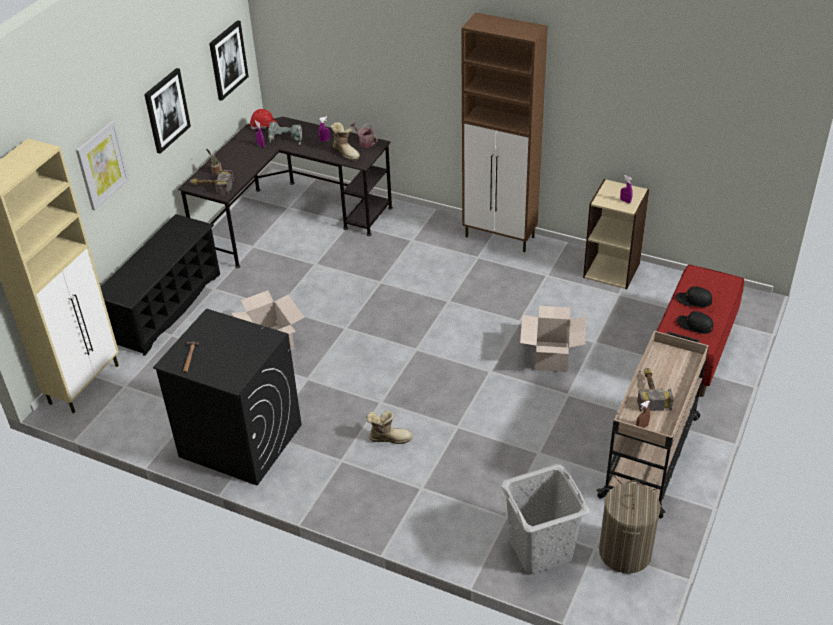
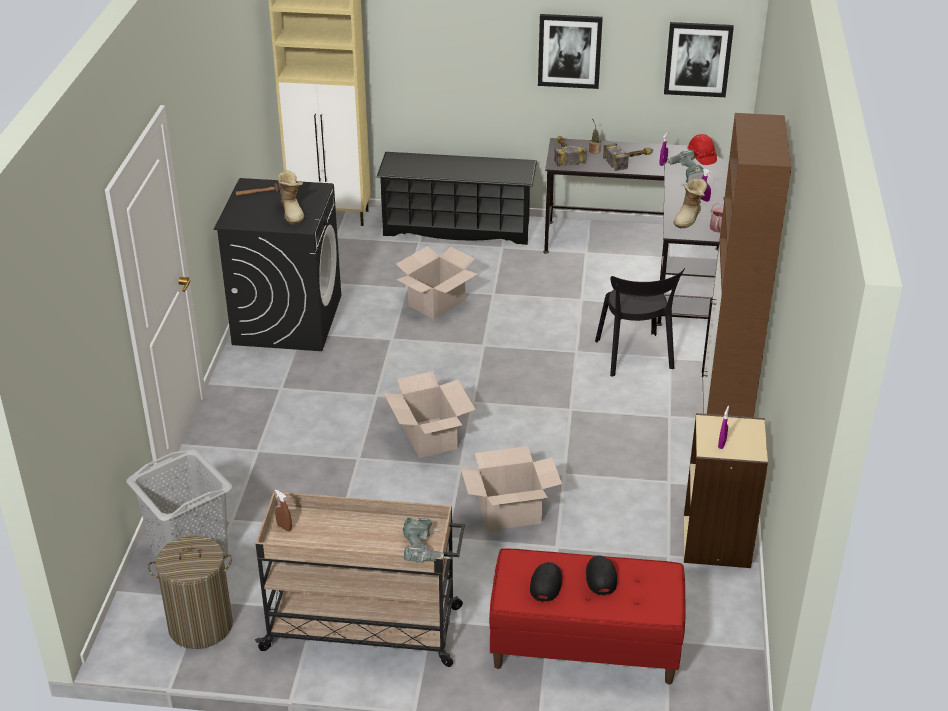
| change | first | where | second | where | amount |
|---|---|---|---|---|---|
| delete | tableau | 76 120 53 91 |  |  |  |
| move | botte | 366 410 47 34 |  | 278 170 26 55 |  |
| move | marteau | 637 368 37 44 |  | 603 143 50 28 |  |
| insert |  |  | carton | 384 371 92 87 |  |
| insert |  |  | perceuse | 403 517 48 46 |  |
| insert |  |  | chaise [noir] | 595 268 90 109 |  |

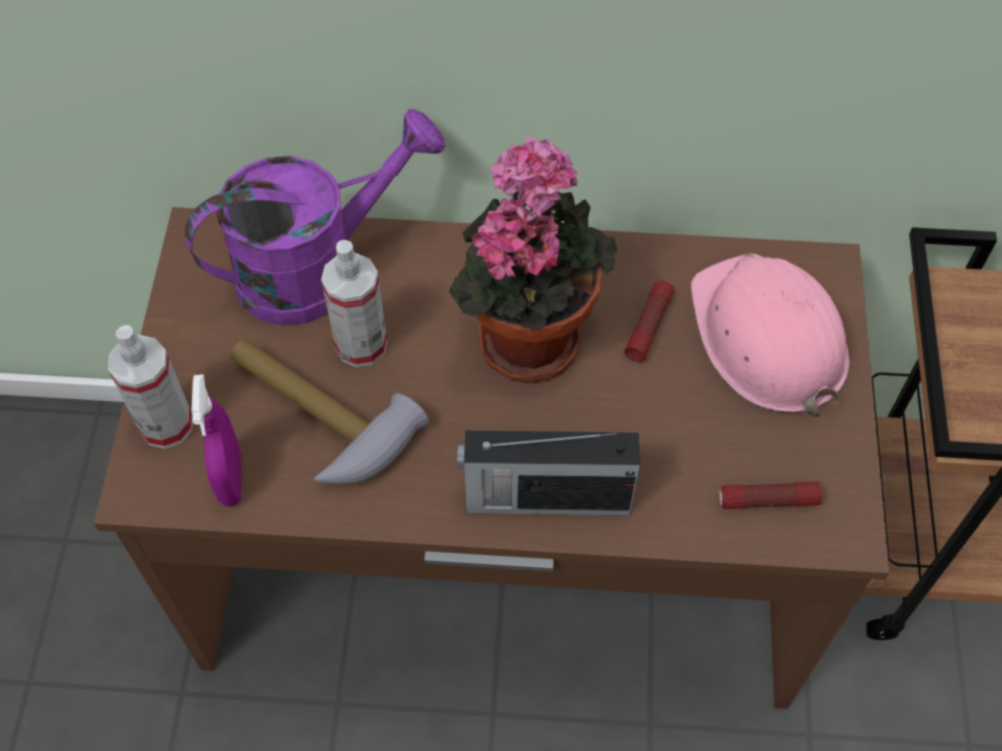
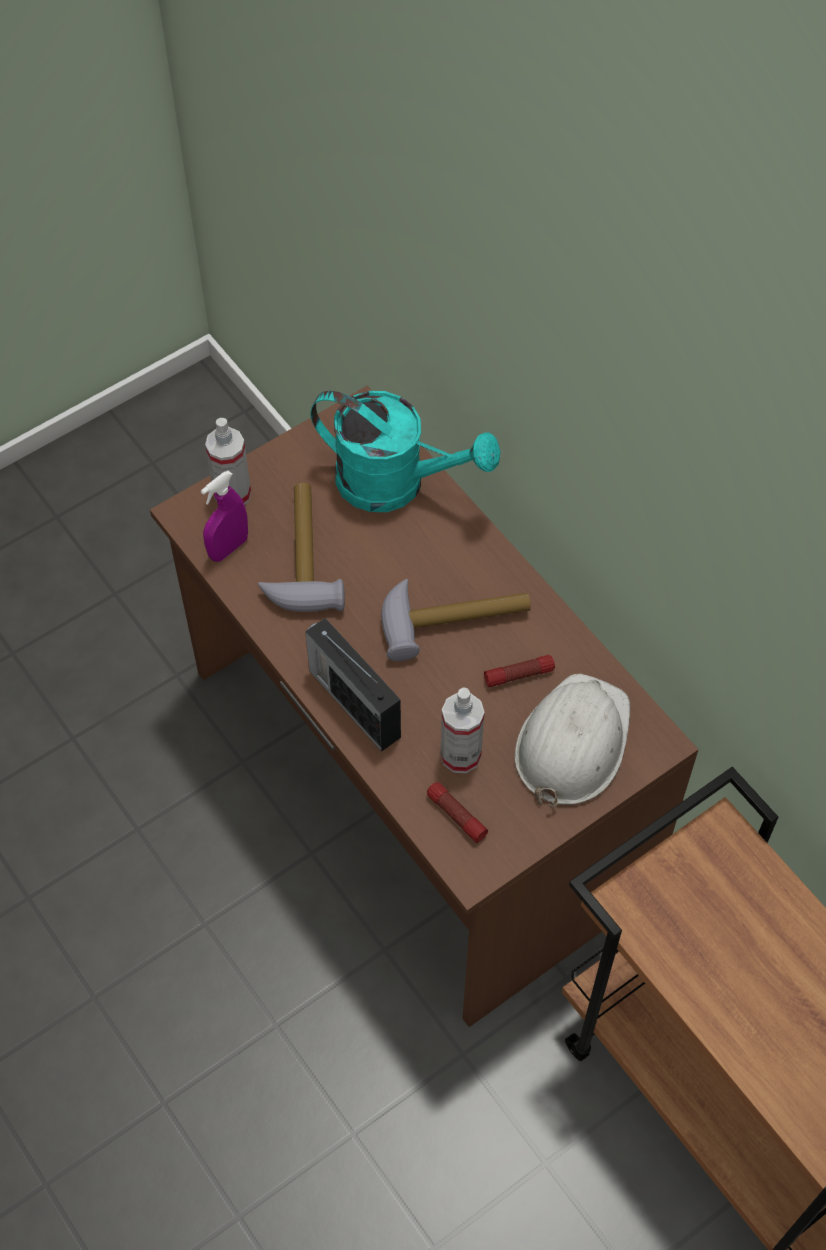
| change | first | where | second | where | amount |
|---|---|---|---|---|---|
| recolor | arrosoir [violet] | 185 109 260 217 | arrosoir [turquoise] | 311 391 189 121 |  |
| move | vaporisateur | 321 240 66 127 |  | 440 687 45 86 |  |
| replace | plante en pot | 449 136 168 247 | marteau | 381 579 150 82 |  |
| recolor | casque de chantier [rose] | 691 254 159 162 | casque de chantier [blanc] | 515 674 115 133 |  |

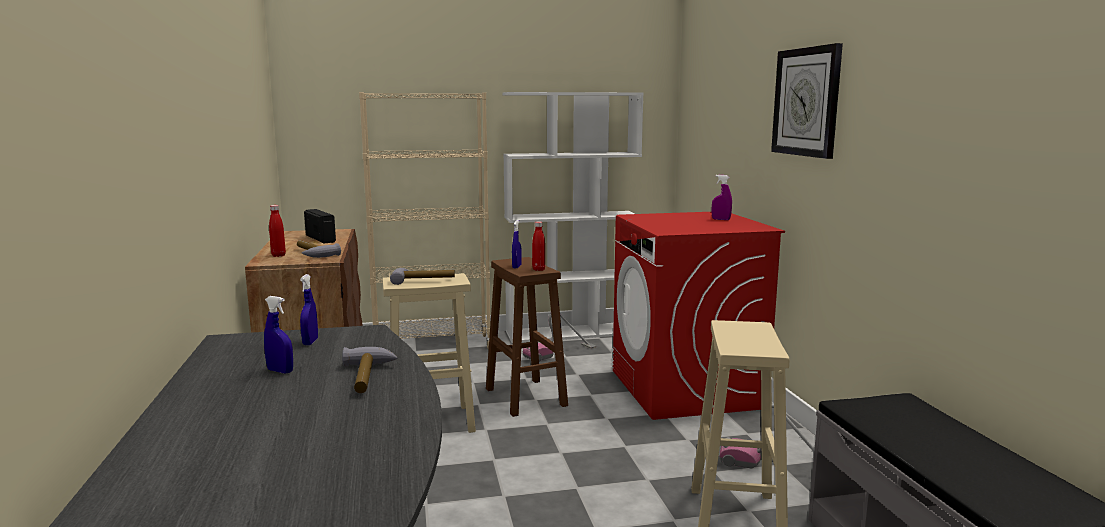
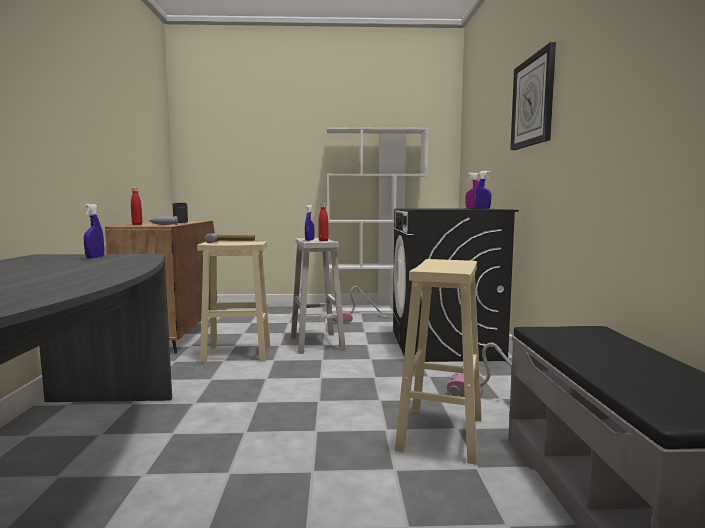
| change | first | where | second | where | amount |
|---|---|---|---|---|---|
| move | vaporisateur [bleu] | 264 296 29 78 |  | 475 171 16 38 |  |
| delete | marteau | 342 347 55 46 |  |  |  |
| delete | bibliothèque [beige] | 359 92 131 257 |  |  |  |
| recolor | tabouret [marron] | 486 257 82 160 | tabouret [blanc] | 291 238 55 116 |  |
| recolor | lave-linge [rouge] | 613 212 172 208 | lave-linge [noir] | 393 208 126 154 |  |

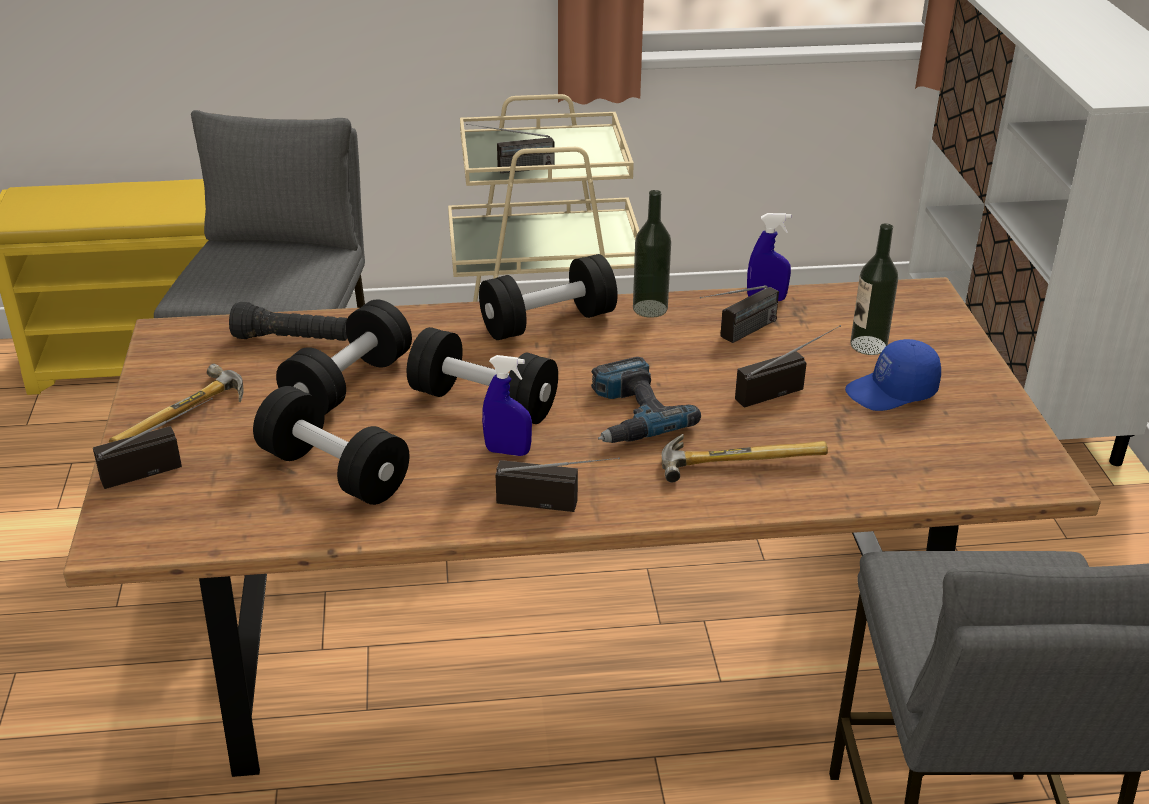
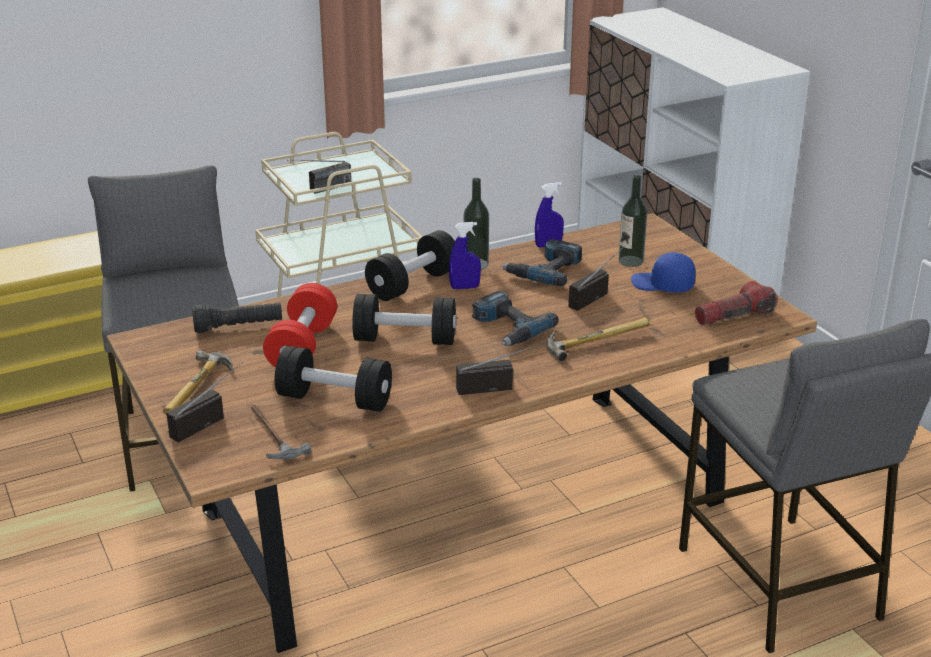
| change | first | where | second | where | amount |
|---|---|---|---|---|---|
| recolor | haltère [noir] | 276 300 136 115 | haltère [rouge] | 263 283 74 85 |  |
| move | vaporisateur [bleu] | 482 355 50 101 |  | 449 222 32 67 |  |
| replace | radio | 700 285 79 58 | perceuse | 501 239 81 47 |  |
| rotate | casquette [bleu] | 845 339 96 72 |  | 631 252 65 41 | 60 degrees clockwise |
| insert |  |  | marteau | 251 405 60 54 |  |
| insert |  |  | lampe de poche | 695 281 83 44 |  |

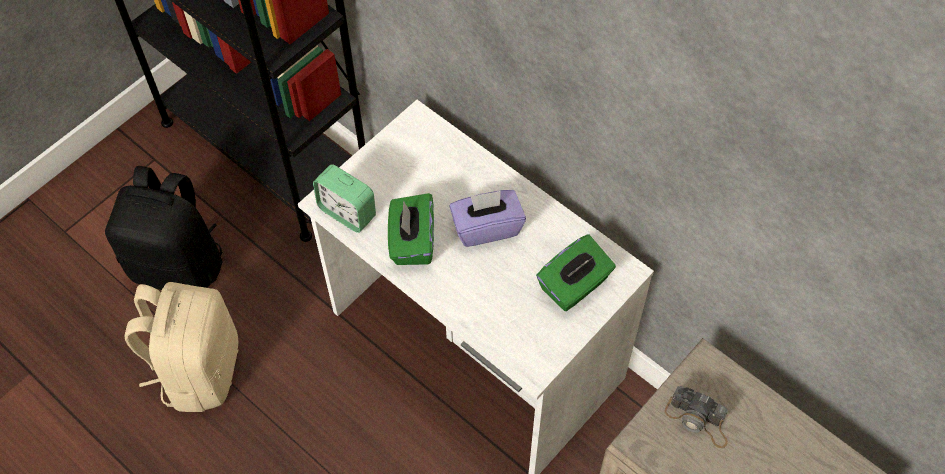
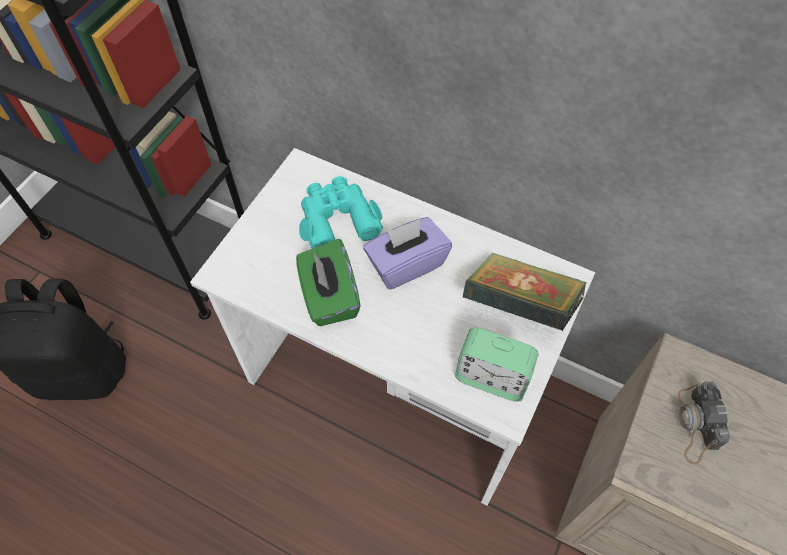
| change | first | where | second | where | amount |
|---|---|---|---|---|---|
| delete | sac à dos [beige] | 125 282 113 130 |  |  |  |
| move | réveil | 313 164 63 69 |  | 455 328 84 74 |  |
| replace | boîte à mouchoirs [vert] | 536 234 80 77 | livre | 463 252 123 79 |  |
| rotate | appareil photo | 665 386 63 62 |  | 678 381 52 84 | 75 degrees clockwise |
| insert |  |  | jumelles [turquoise] | 299 176 84 73 |  |

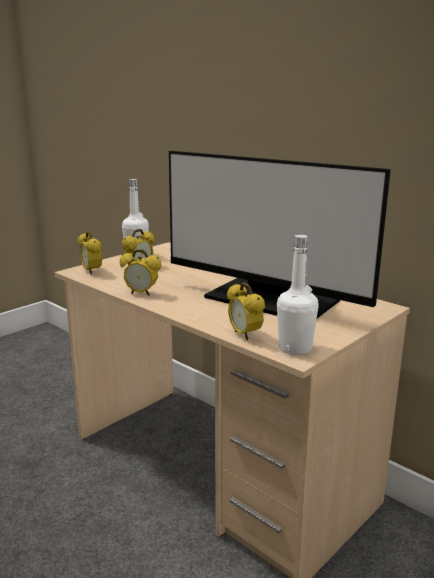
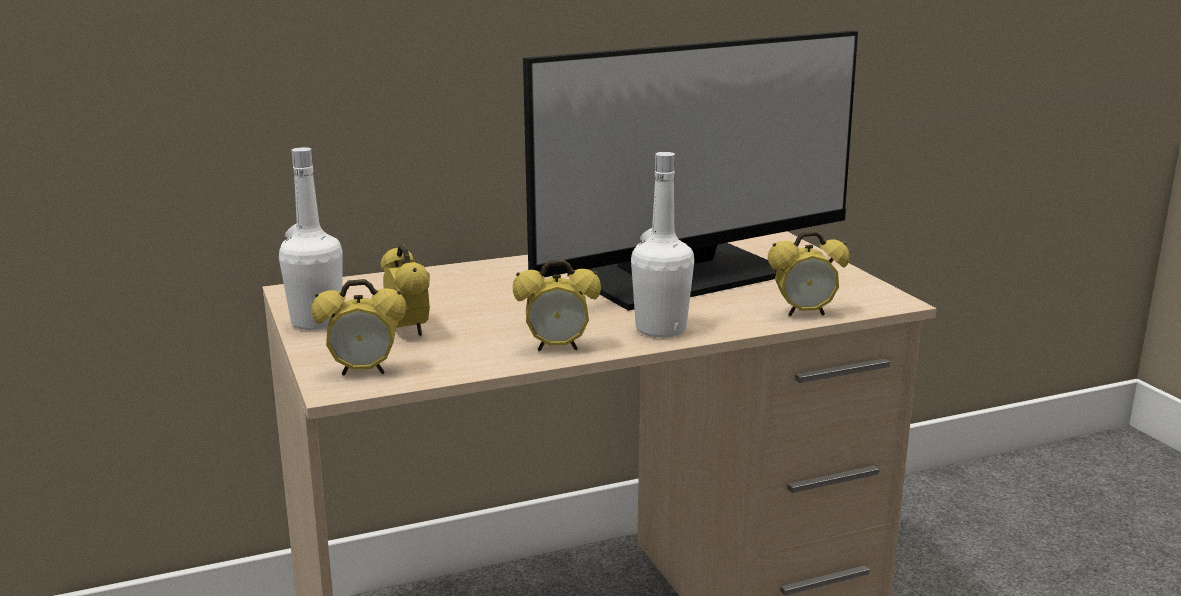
| change | first | where | second | where | amount |
|---|---|---|---|---|---|
| rotate | réveil | 119 249 42 47 |  | 513 259 88 92 | 45 degrees clockwise |
| move | bouteille [blanc] | 277 234 42 121 |  | 631 152 63 186 |  |

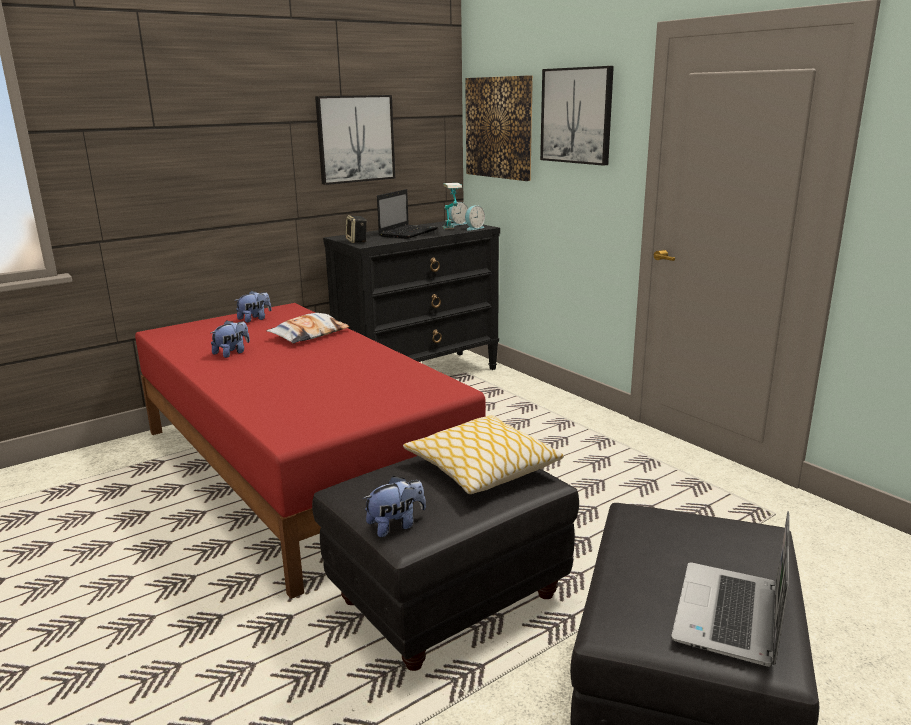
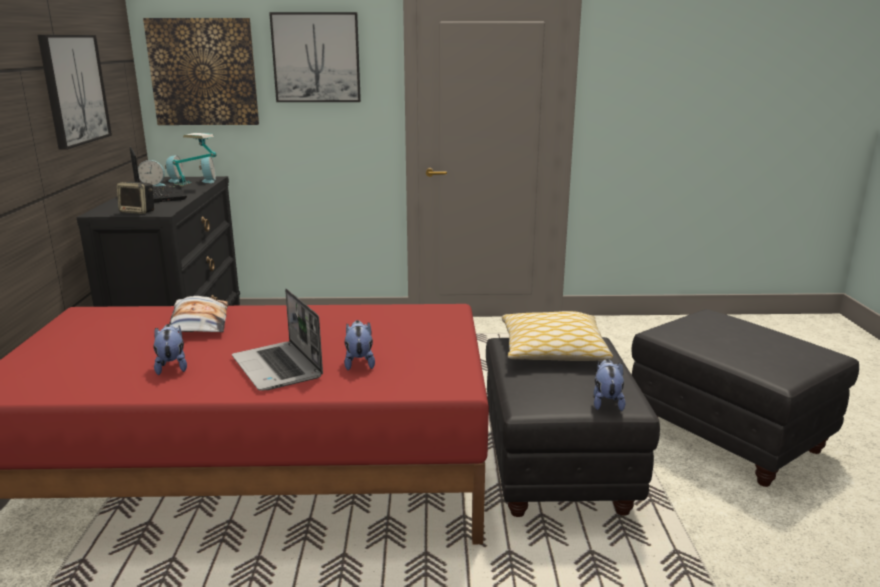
| change | first | where | second | where | amount |
|---|---|---|---|---|---|
| move | peluche | 235 291 37 32 |  | 344 320 31 50 |  |
| move | ordinateur portable | 671 511 119 156 |  | 232 288 91 102 |  |
| insert |  |  | réveil | 138 160 28 26 |  |

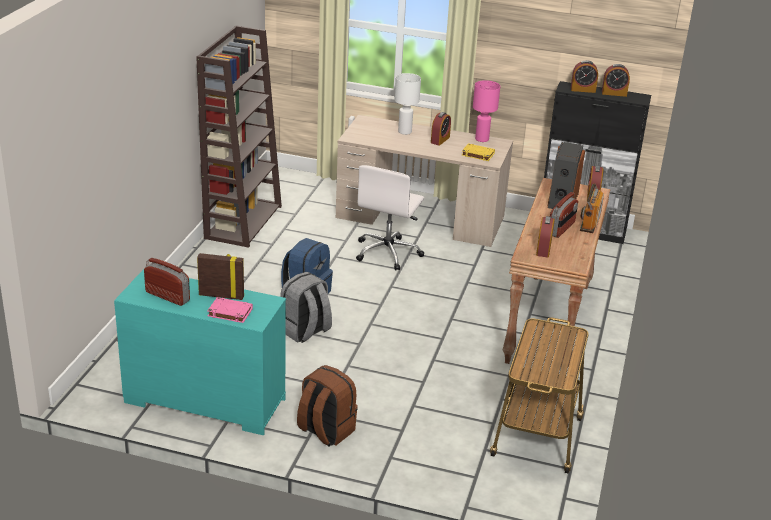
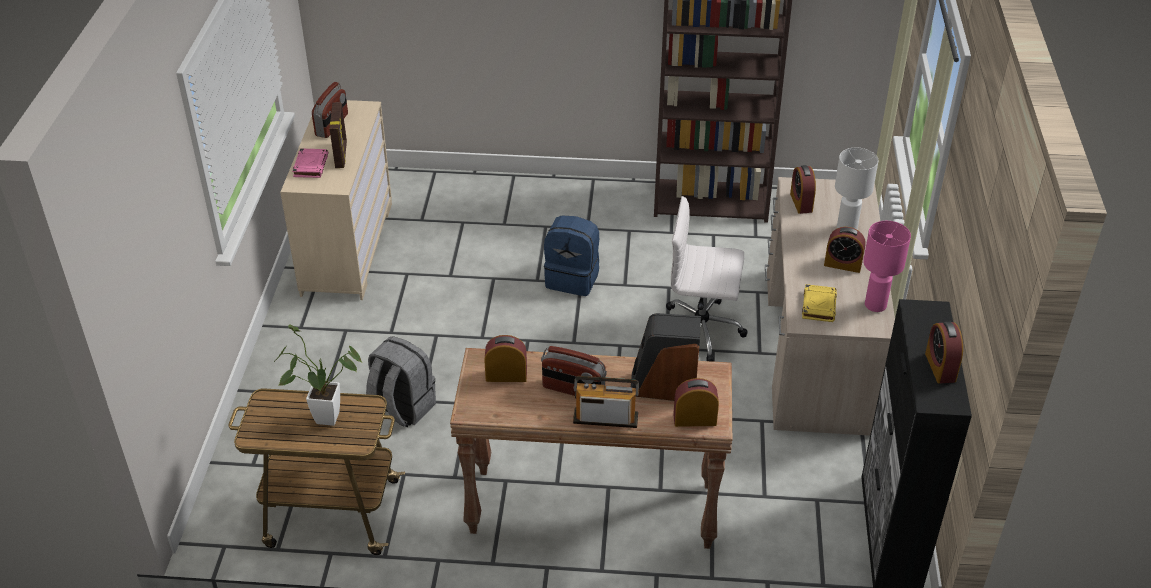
| change | first | where | second | where | amount |
|---|---|---|---|---|---|
| recolor | commode [turquoise] | 114 269 172 167 | commode [beige] | 280 100 112 200 |  |
| move | sac à dos [gris] | 280 272 52 71 |  | 366 336 70 91 |  |
| delete | sac à dos [marron] | 297 365 61 82 |  |  |  |
| move | réveil | 571 60 27 33 |  | 790 165 26 49 |  |
| insert |  |  | plante en pot | 274 324 88 102 |  |

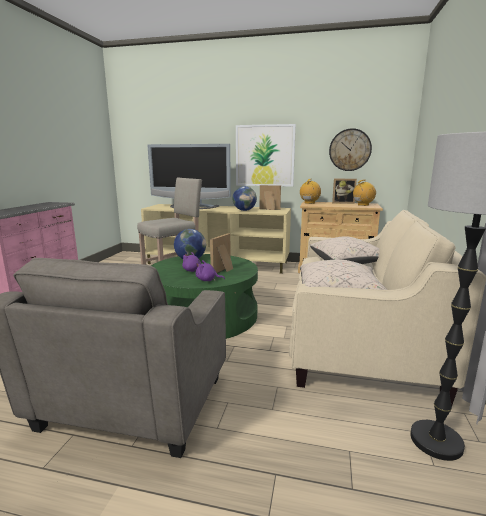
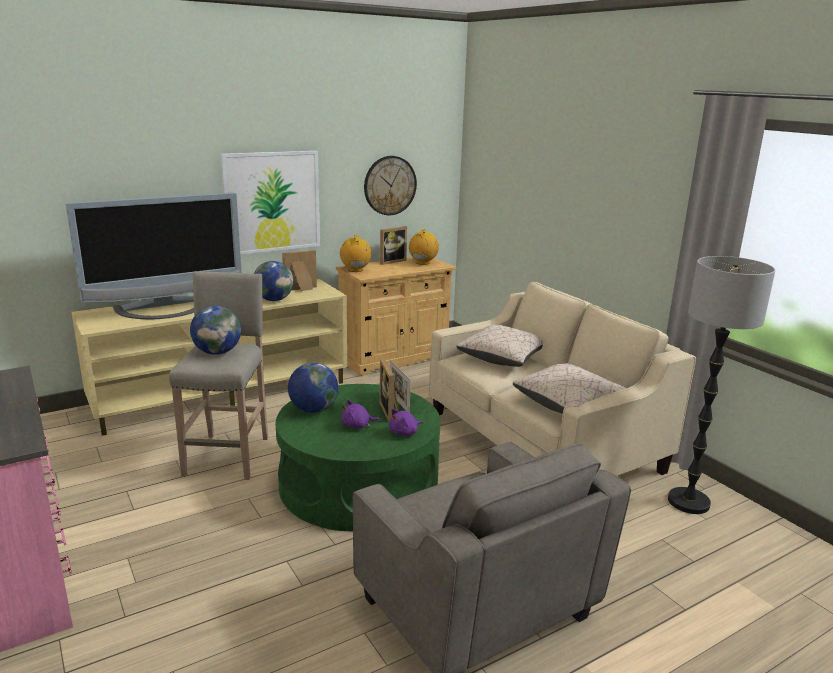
| change | first | where | second | where | amount |
|---|---|---|---|---|---|
| insert |  |  | globe | 190 305 51 50 |  |
| insert |  |  | cadre photo | 390 360 21 53 |  |

